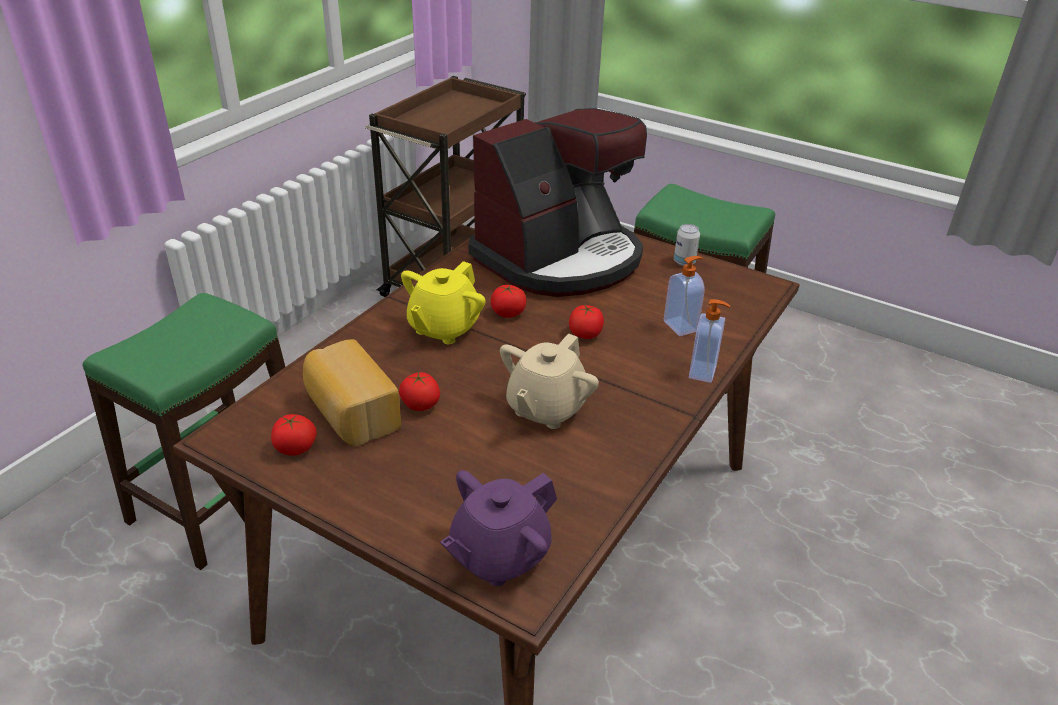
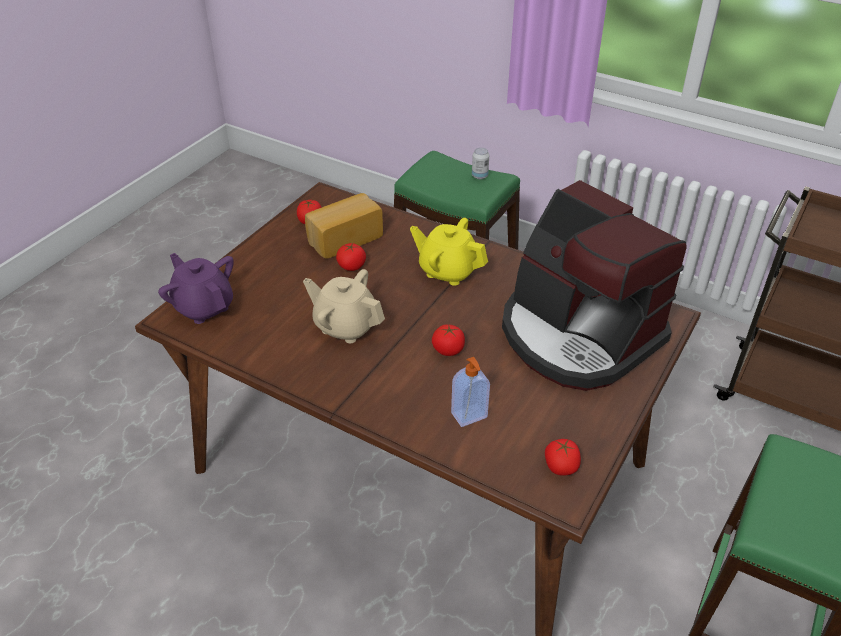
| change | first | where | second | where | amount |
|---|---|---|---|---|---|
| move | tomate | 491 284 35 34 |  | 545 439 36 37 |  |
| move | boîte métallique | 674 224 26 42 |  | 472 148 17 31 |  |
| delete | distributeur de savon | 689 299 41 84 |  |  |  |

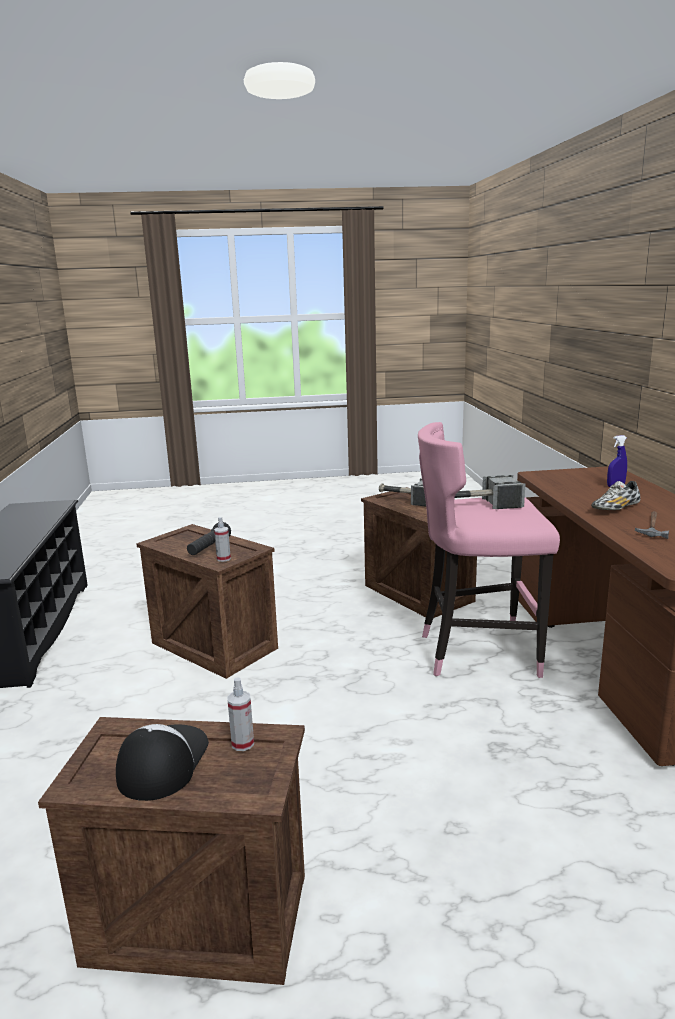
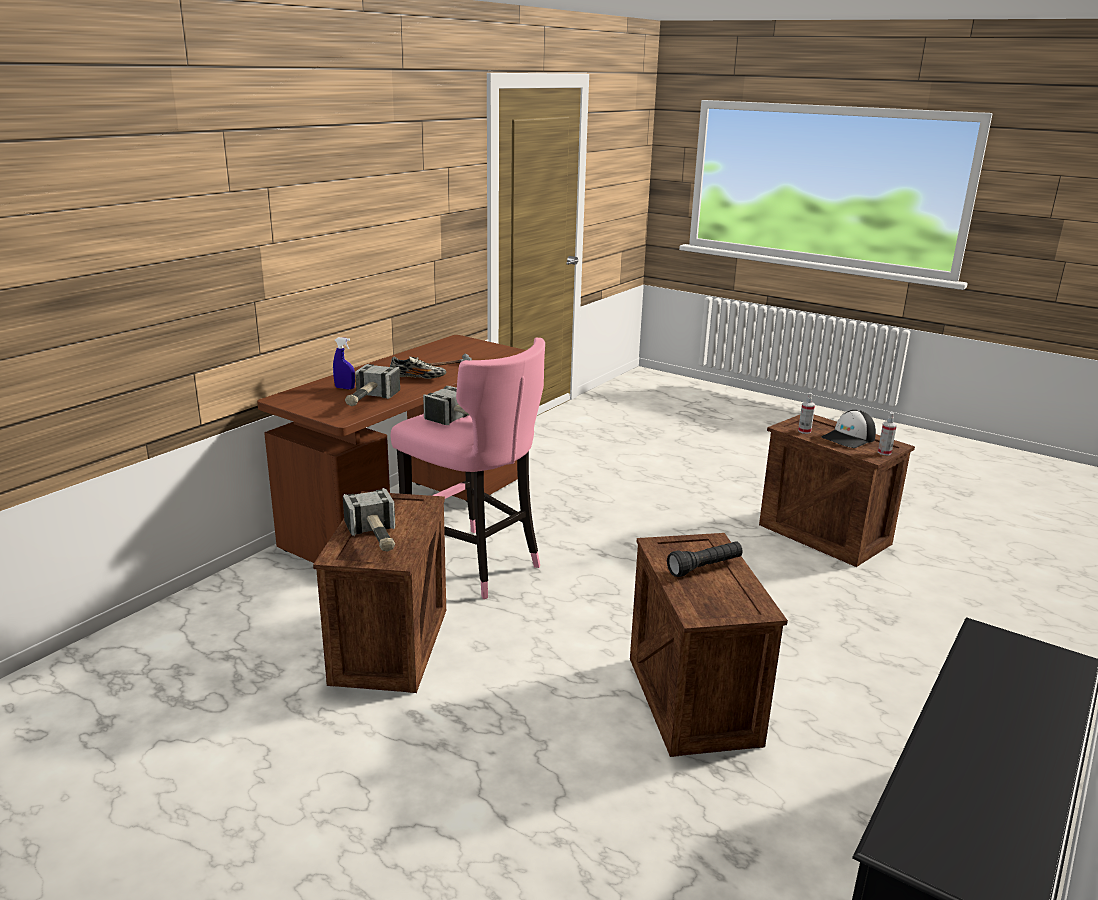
| change | first | where | second | where | amount |
|---|---|---|---|---|---|
| move | vaporisateur | 214 517 17 45 |  | 878 412 19 43 |  |
| insert |  |  | marteau | 345 364 55 42 |  |

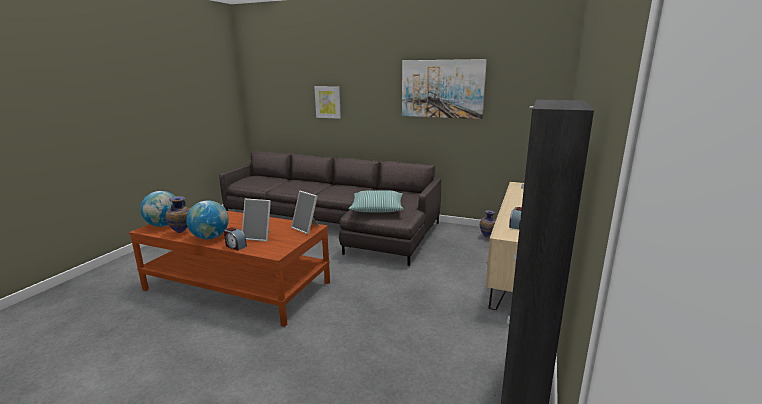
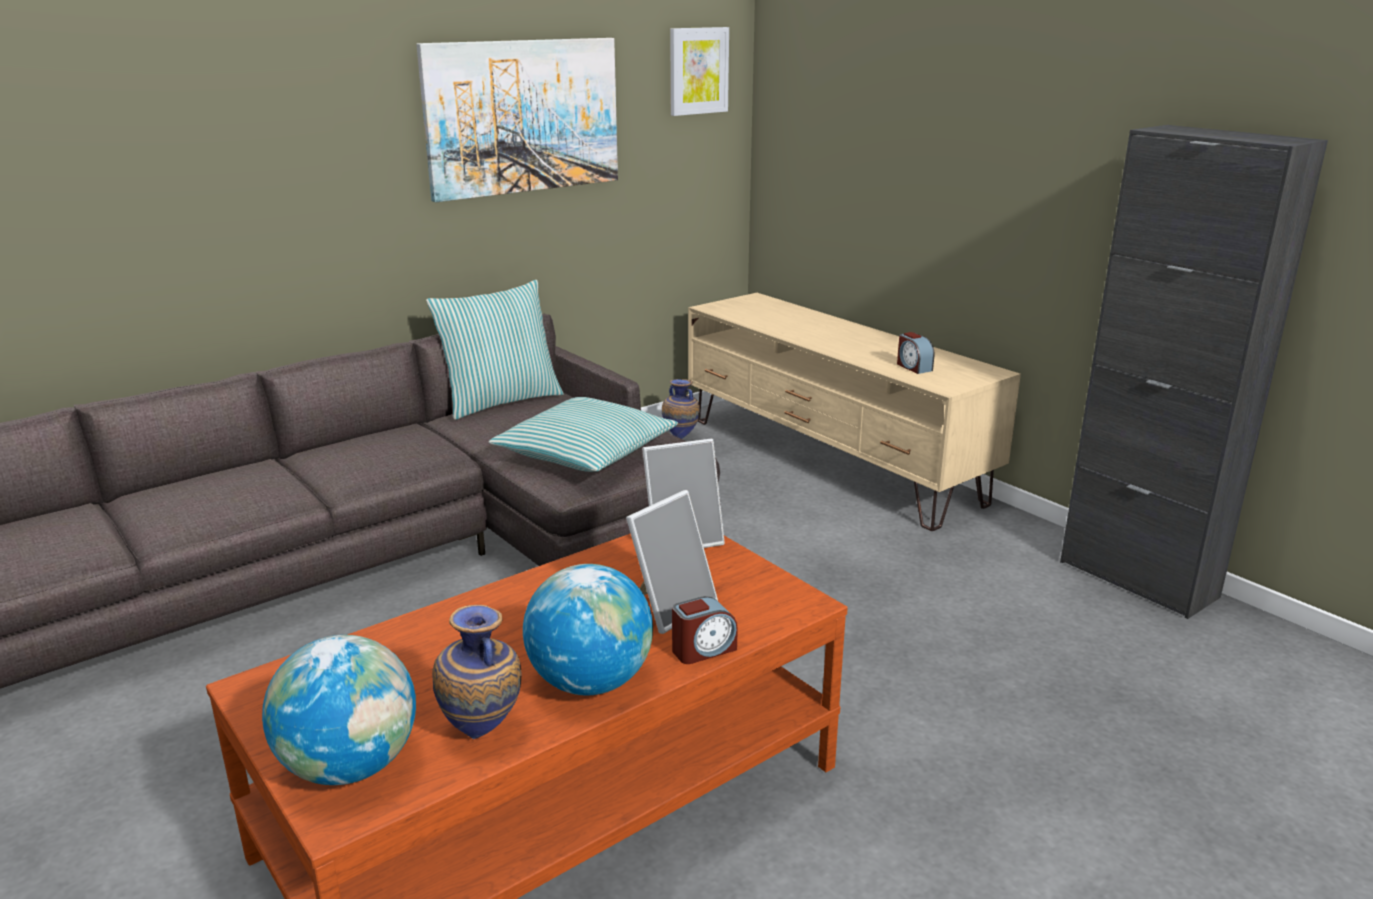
| change | first | where | second | where | amount |
|---|---|---|---|---|---|
| move | tableau | 314 86 27 33 |  | 670 27 59 89 |  |
| insert |  |  | coussin | 426 280 138 140 |  |

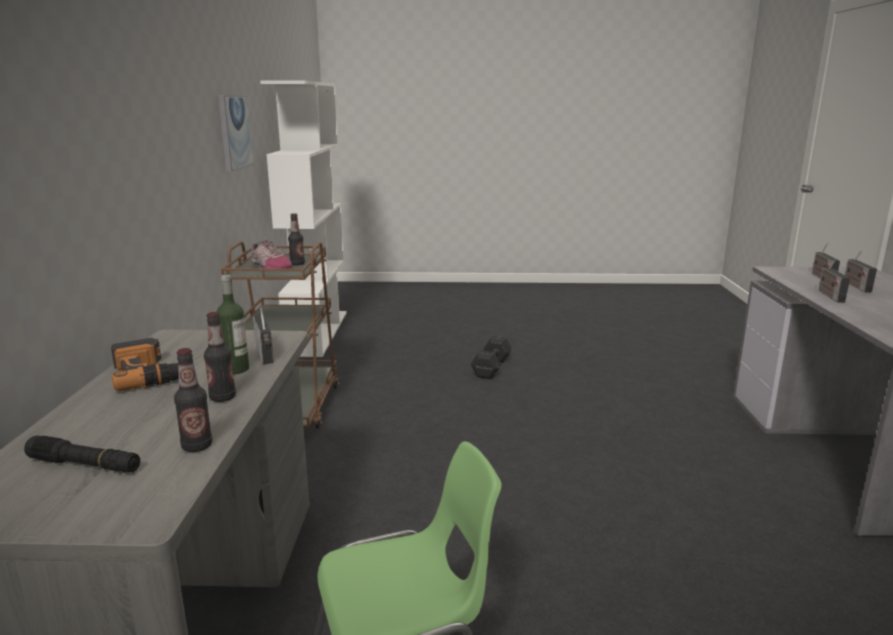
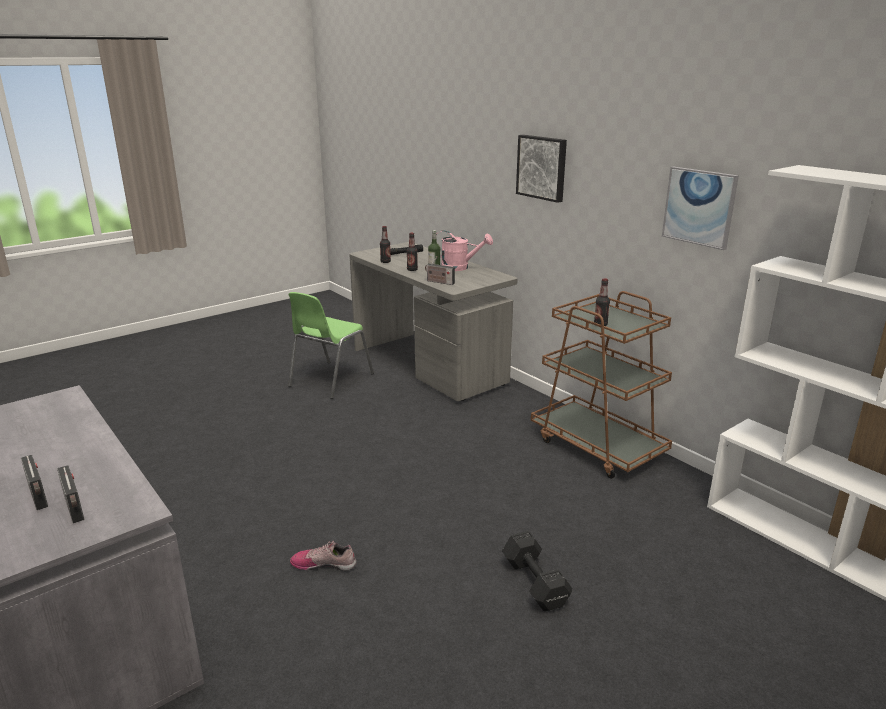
| change | first | where | second | where | amount |
|---|---|---|---|---|---|
| replace | perceuse | 111 338 68 53 | arrosoir [rose] | 436 231 57 40 |  |
| move | chaussure | 252 240 40 29 |  | 290 541 66 30 |  |
| delete | radio | 818 258 32 45 |  |  |  |
| insert |  |  | tableau | 516 135 51 68 |  |

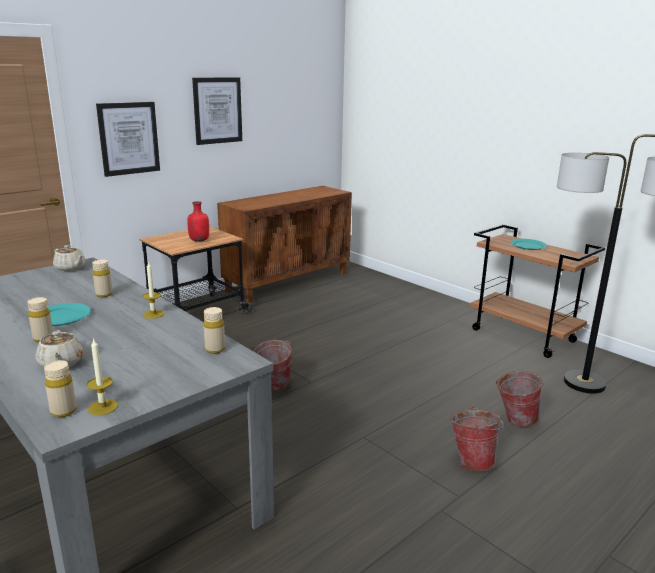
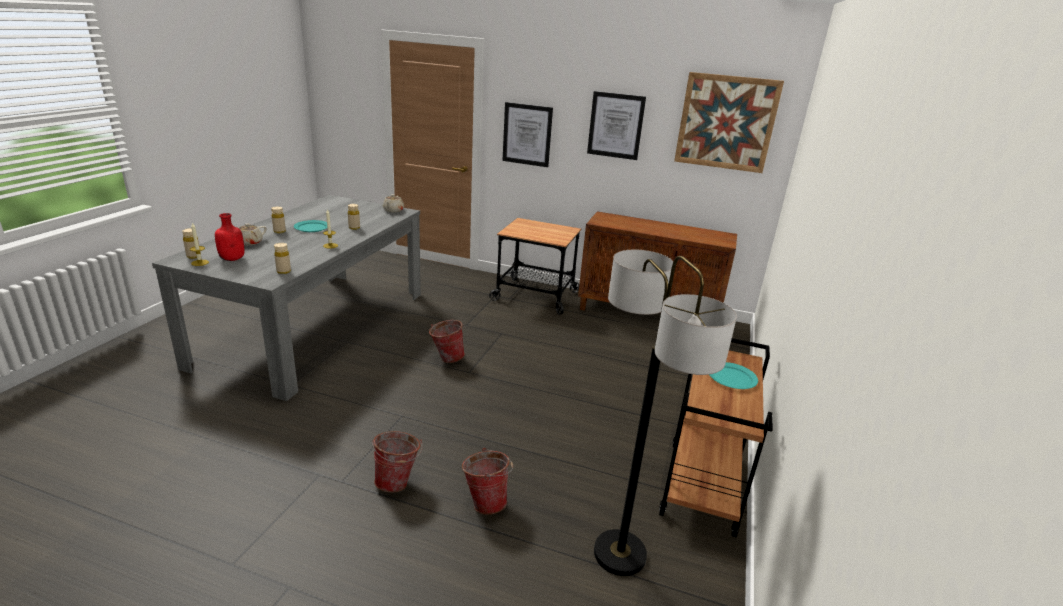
| change | first | where | second | where | amount |
|---|---|---|---|---|---|
| move | bouteille [rouge] | 187 201 22 41 |  | 215 213 29 48 |  |
| insert |  |  | tableau | 674 72 110 101 |  |

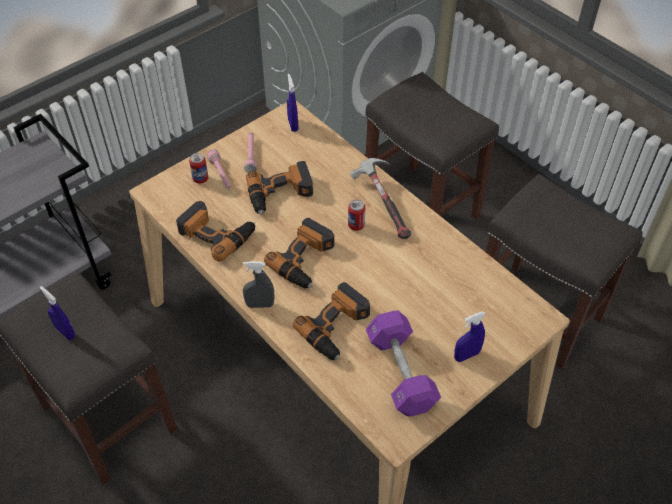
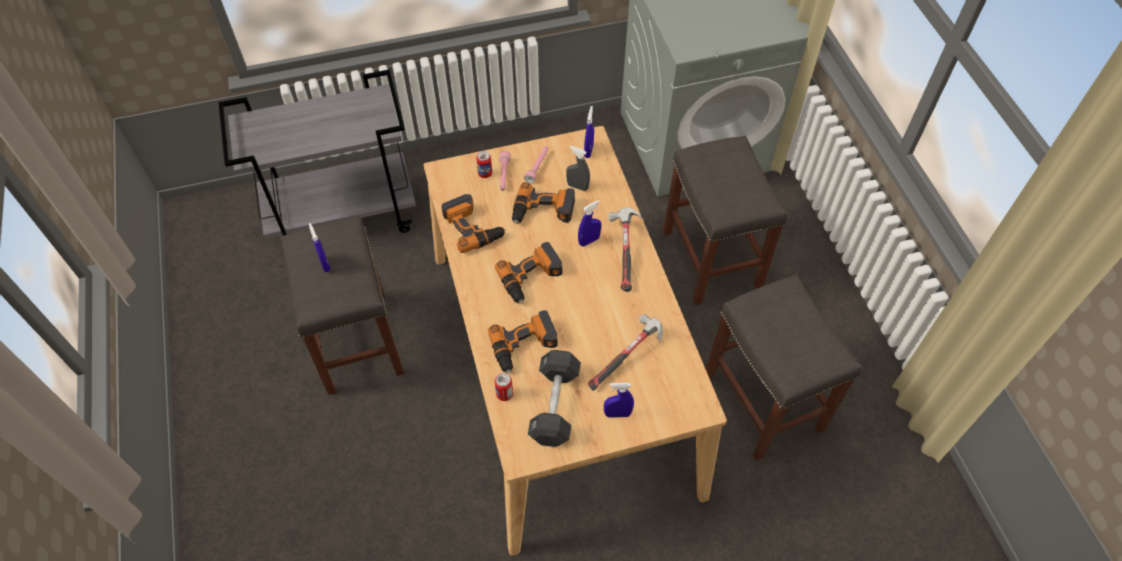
| change | first | where | second | where | amount |
|---|---|---|---|---|---|
| move | vaporisateur [gris] | 243 262 31 46 |  | 566 146 24 45 |  |
| move | boîte métallique | 348 199 17 32 |  | 495 373 18 28 |  |
| recolor | haltère [violet] | 366 310 75 106 | haltère [noir] | 528 350 53 97 |  |
| insert |  |  | vaporisateur [bleu] | 578 200 23 47 |  |
| insert |  |  | marteau | 588 314 75 77 |  |

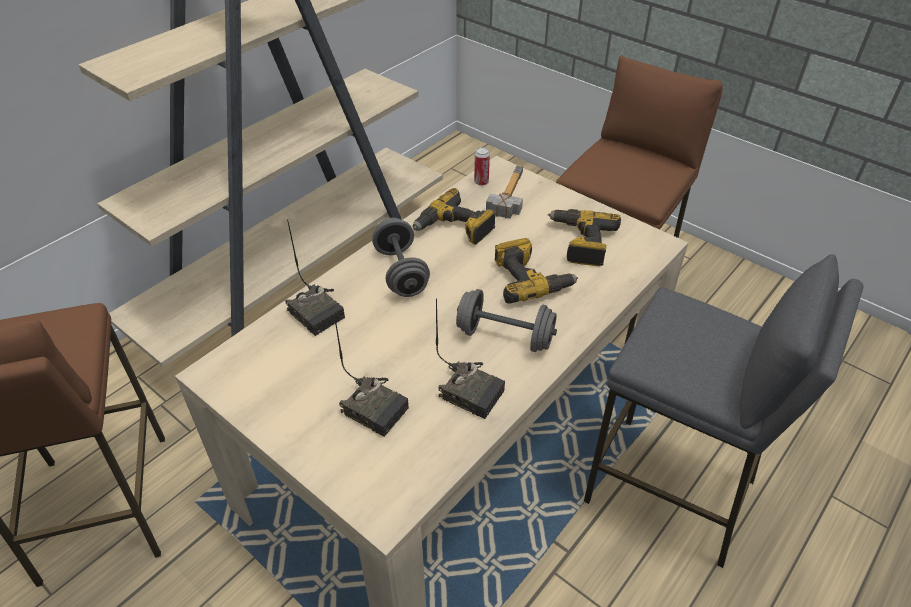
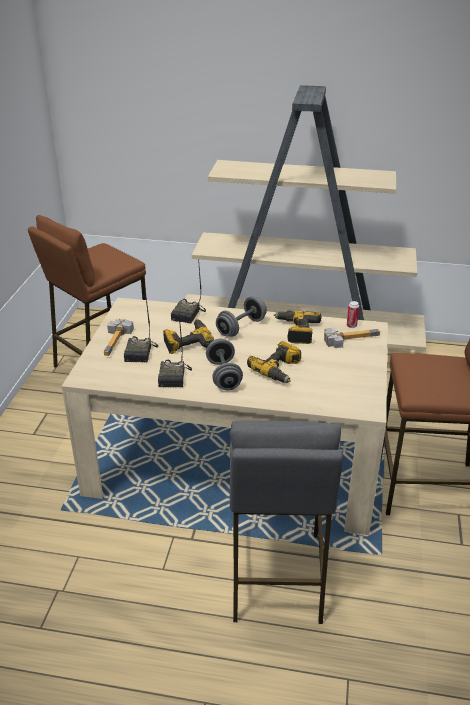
| change | first | where | second | where | amount |
|---|---|---|---|---|---|
| move | perceuse | 548 209 73 57 |  | 163 319 51 35 |  |
| insert |  |  | marteau | 104 319 30 37 |  |

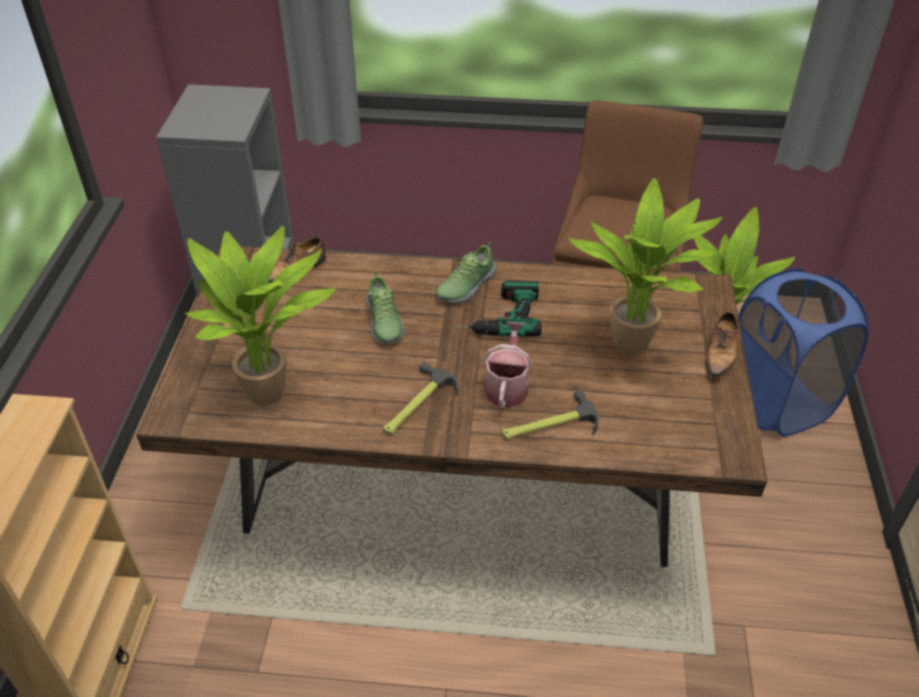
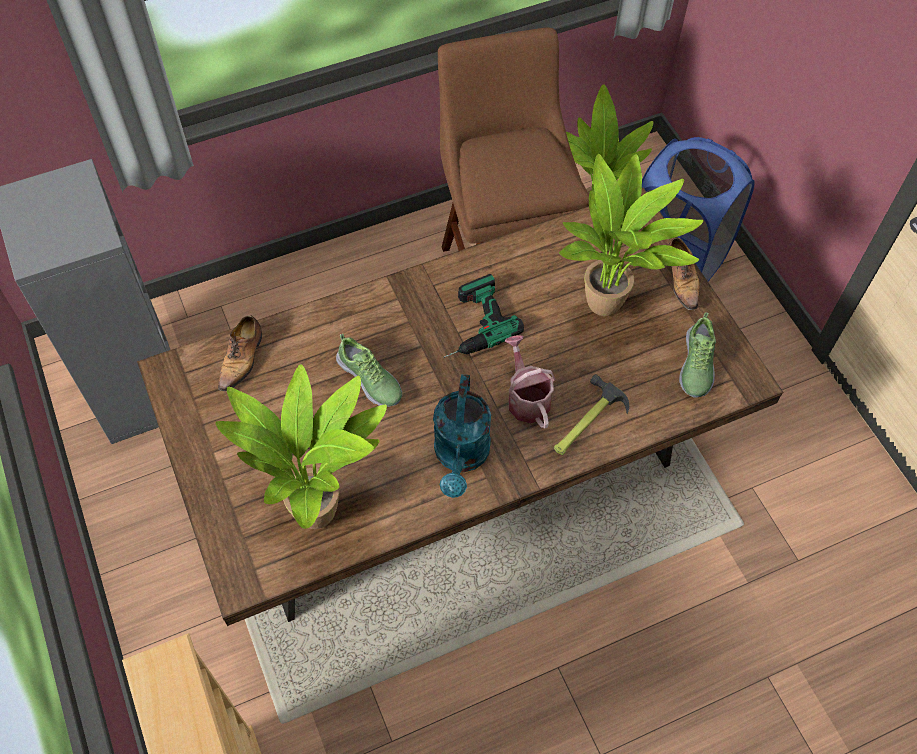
| change | first | where | second | where | amount |
|---|---|---|---|---|---|
| replace | marteau | 382 362 76 73 | arrosoir [turquoise] | 433 374 58 124 |  |
| move | chaussure | 436 242 61 61 |  | 679 312 37 86 |  |

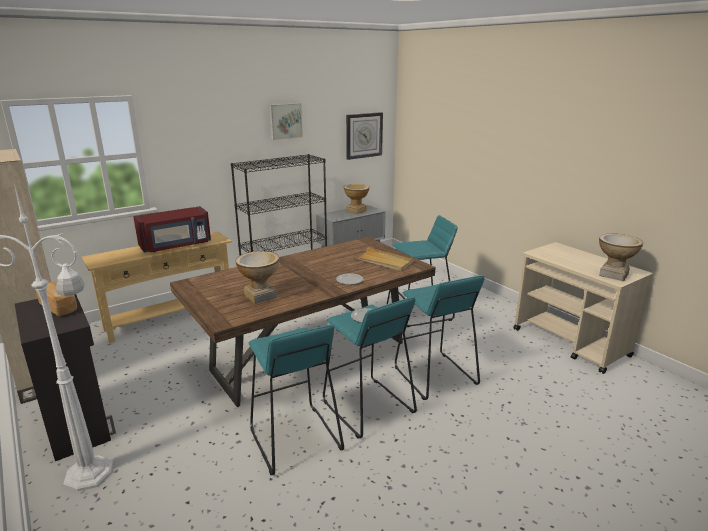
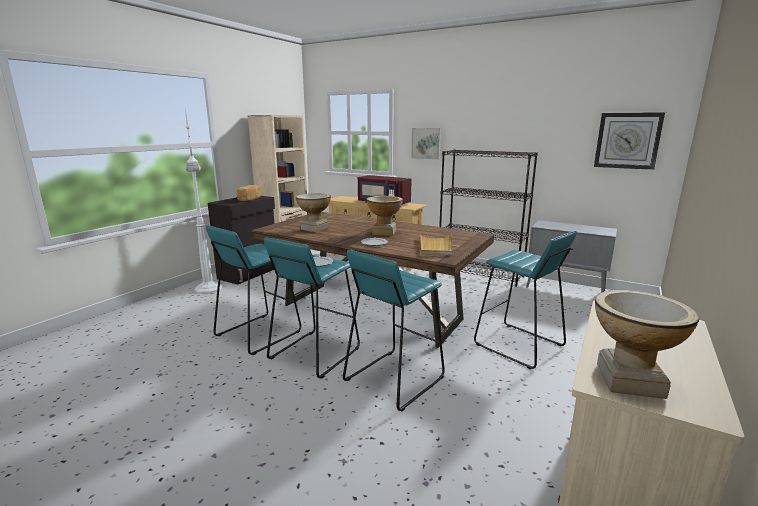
| change | first | where | second | where | amount |
|---|---|---|---|---|---|
| move | tableau | 269 103 34 37 |  | 411 128 30 32 |  |
| move | vase | 344 184 25 30 |  | 366 196 37 40 |  |

